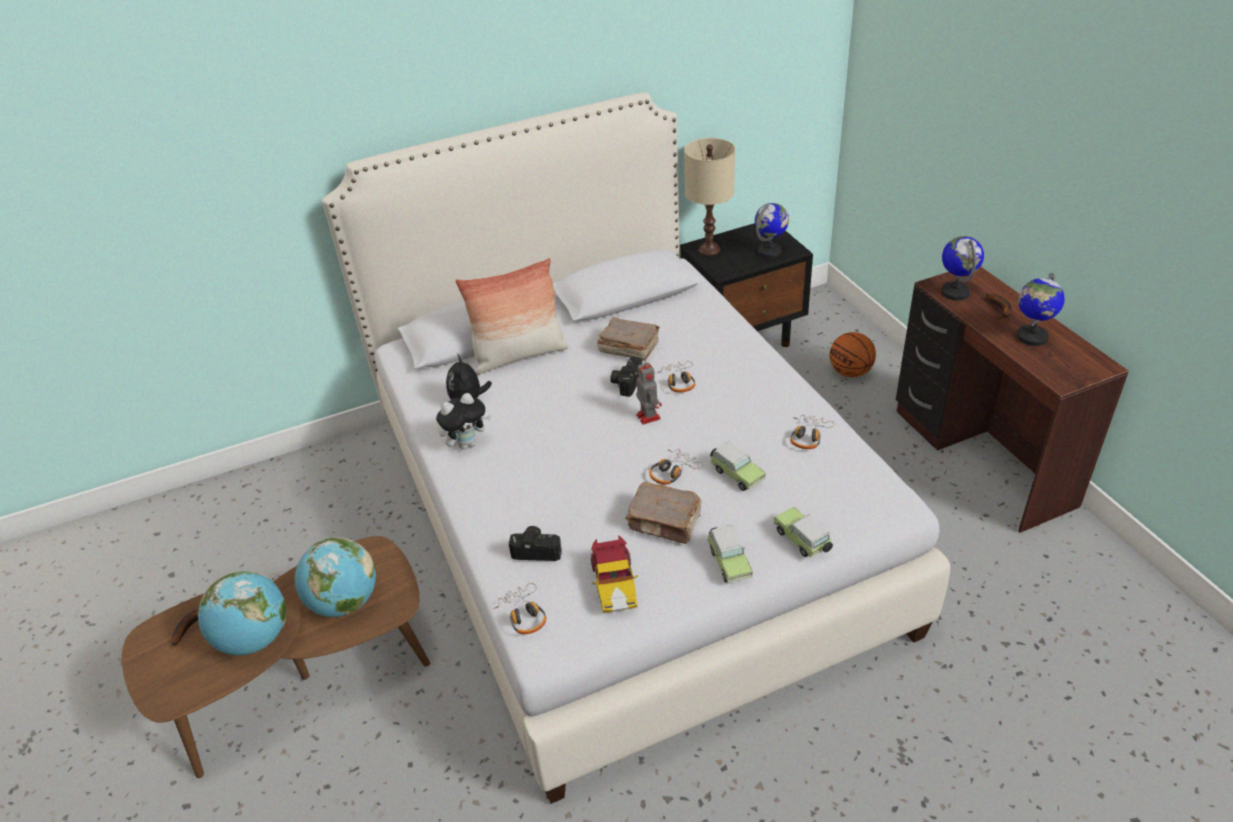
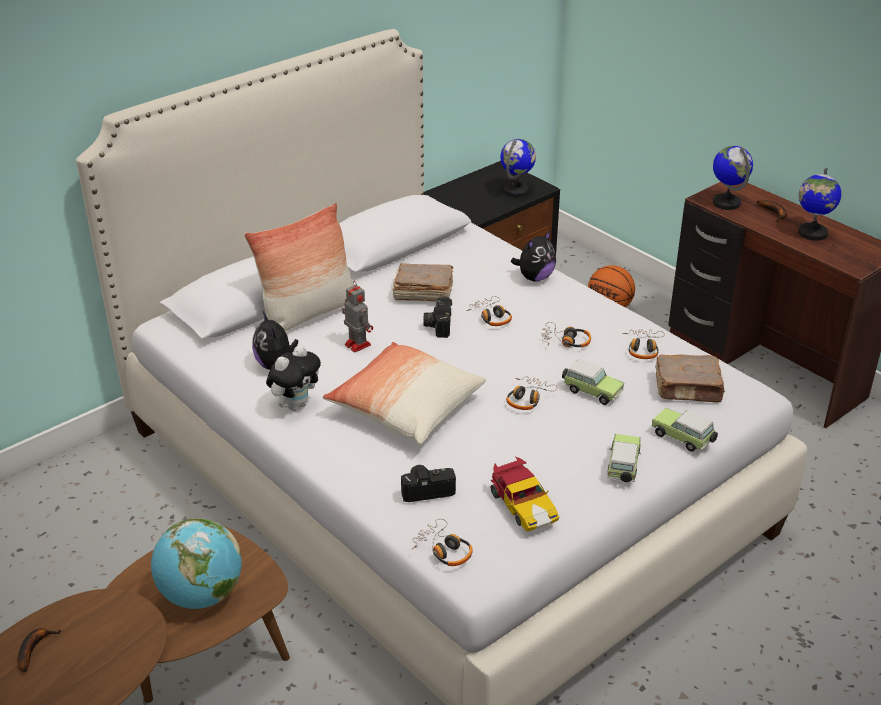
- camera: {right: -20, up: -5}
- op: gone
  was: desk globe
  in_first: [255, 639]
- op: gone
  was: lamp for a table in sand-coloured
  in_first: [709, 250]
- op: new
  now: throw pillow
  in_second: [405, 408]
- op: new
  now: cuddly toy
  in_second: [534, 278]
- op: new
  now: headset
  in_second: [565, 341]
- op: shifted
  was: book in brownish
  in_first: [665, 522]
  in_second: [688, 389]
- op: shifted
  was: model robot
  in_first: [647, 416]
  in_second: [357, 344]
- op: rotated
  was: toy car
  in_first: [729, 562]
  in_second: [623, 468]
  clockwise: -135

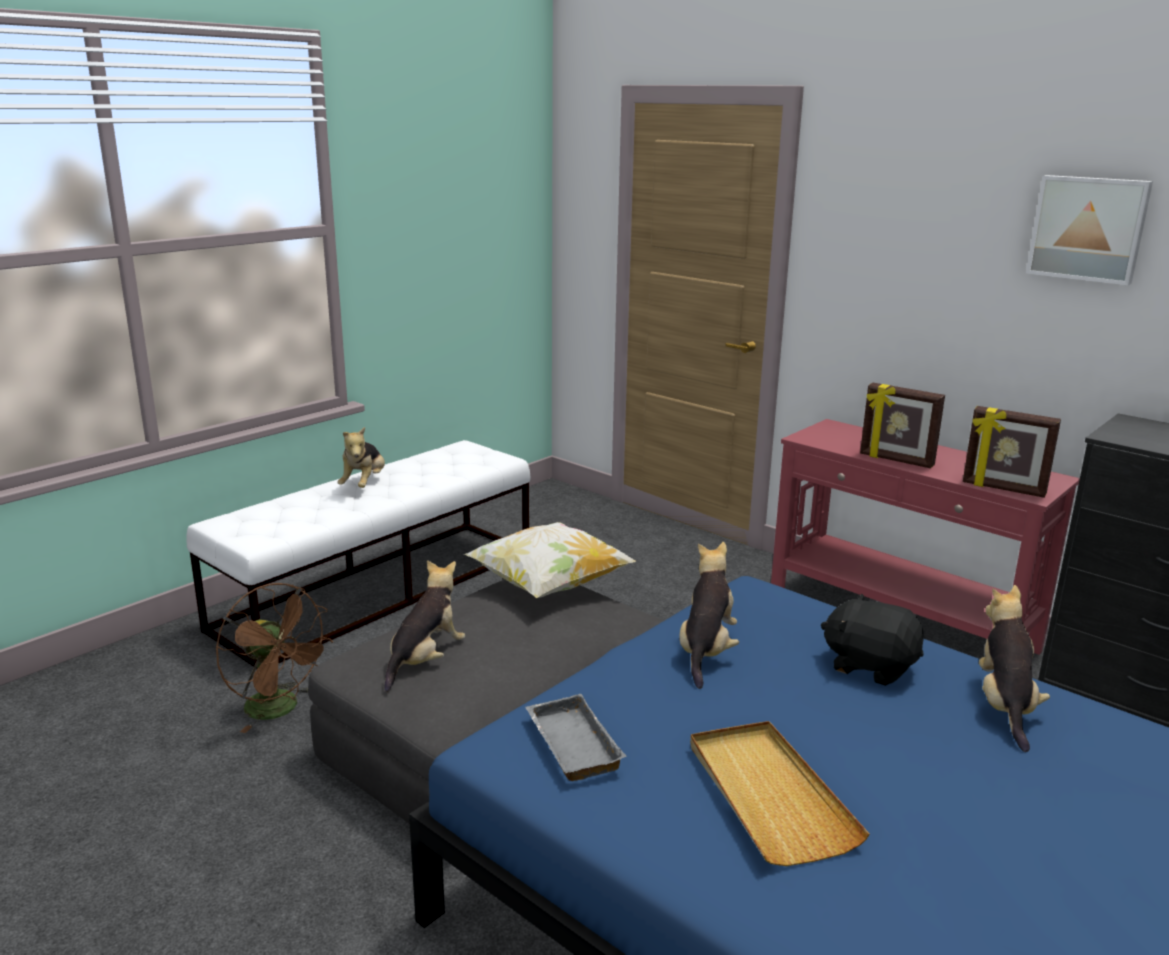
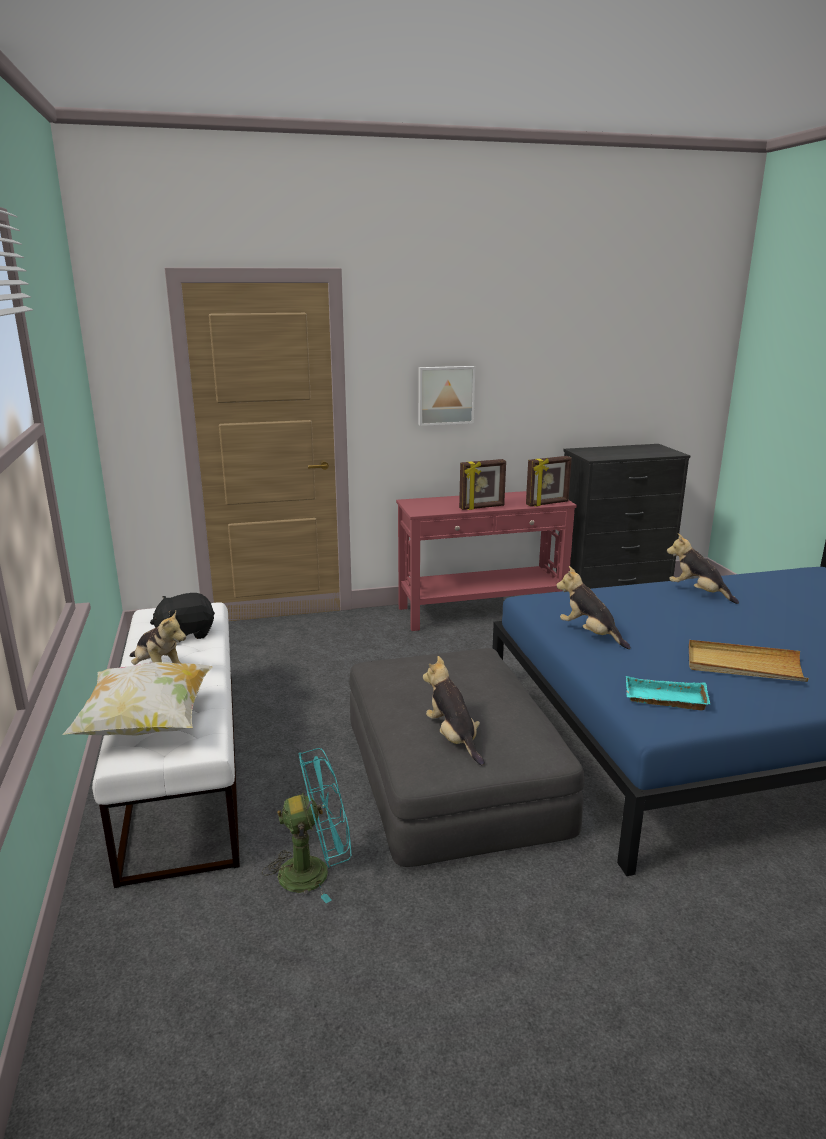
- camera: {right: -55, up: 0}
- op: shifted
  was: throw pillow
  in_first: [549, 586]
  in_second: [146, 724]
- op: shifted
  was: cuddly toy in blackish
  in_first: [870, 665]
  in_second: [186, 633]
- op: shifted
  was: wall picture
  in_first: [1088, 228]
  in_second: [445, 395]
- op: repainted
  was: cooling fan in brownish
  now: cooling fan in turquoise
  in_first: [280, 710]
  in_second: [315, 871]
- op: repainted
  was: tray in gray
  now: tray in turquoise
  in_first: [569, 744]
  in_second: [664, 700]

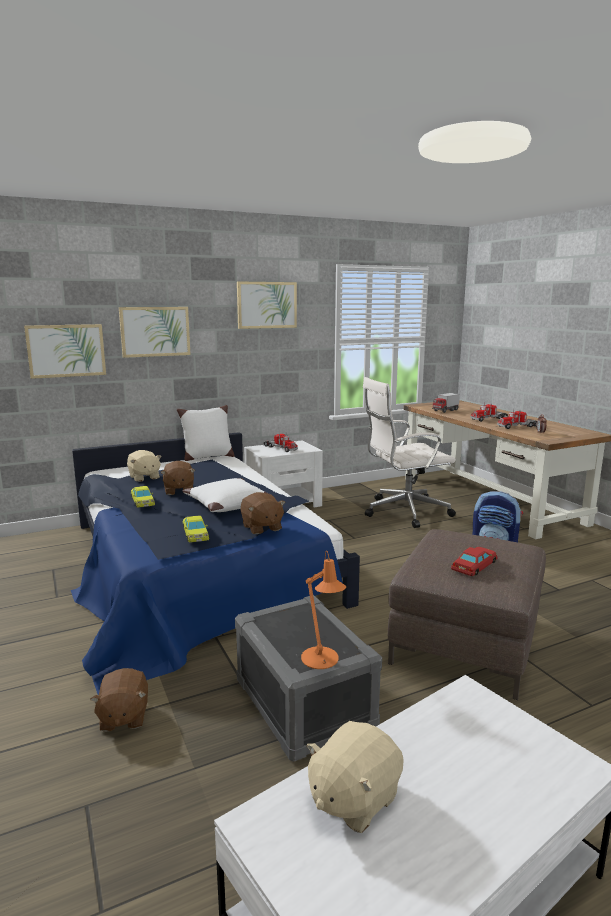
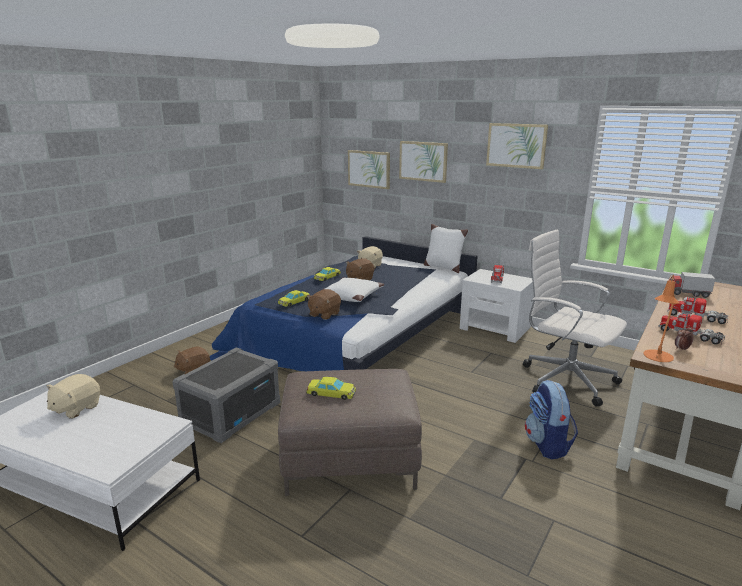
- camera: {right: 60, up: 5}
- op: shifted
  was: lamp for a table in orangey
  in_first: [322, 661]
  in_second: [657, 357]
- op: repainted
  was: toy car in reddish
  now: toy car in yellowish
  in_first: [474, 565]
  in_second: [331, 393]
- op: rotated
  was: cuddly toy in sand-coloured
  in_first: [353, 798]
  in_second: [76, 408]
  clockwise: -75

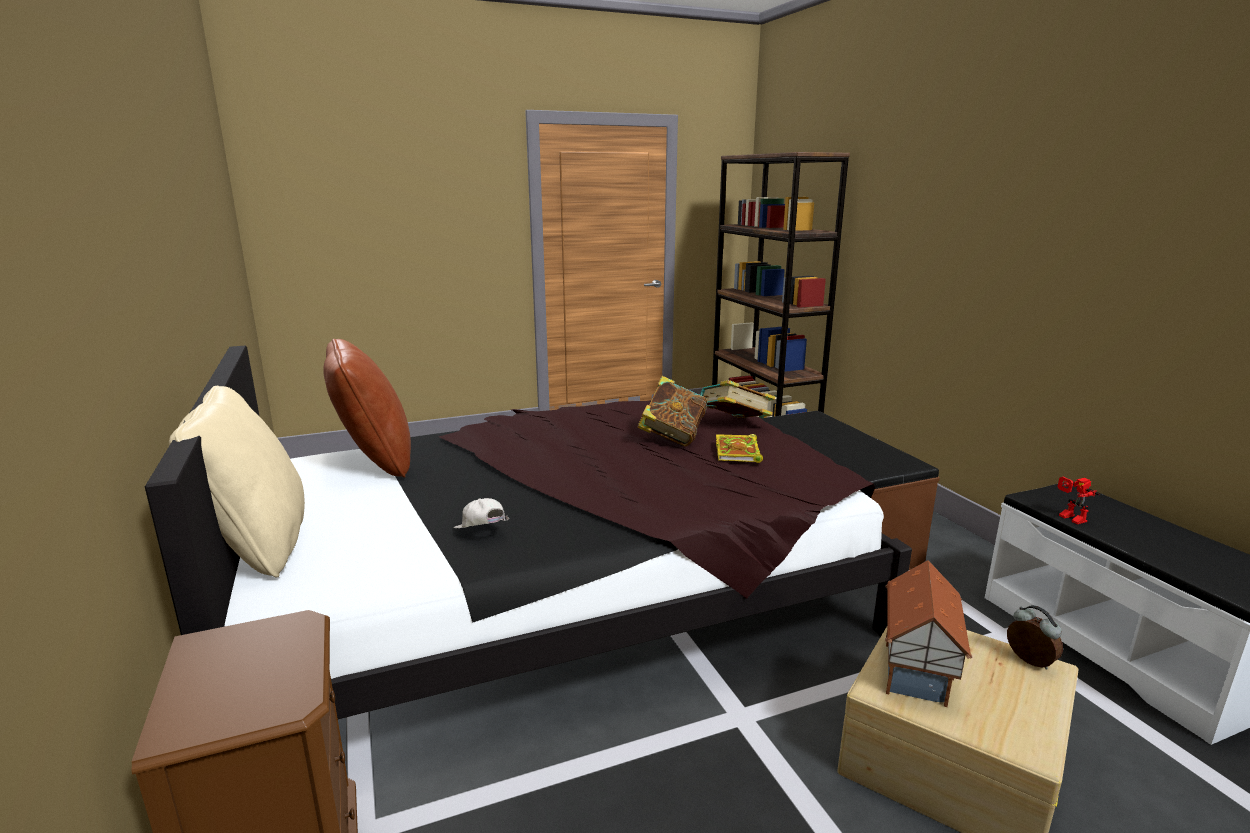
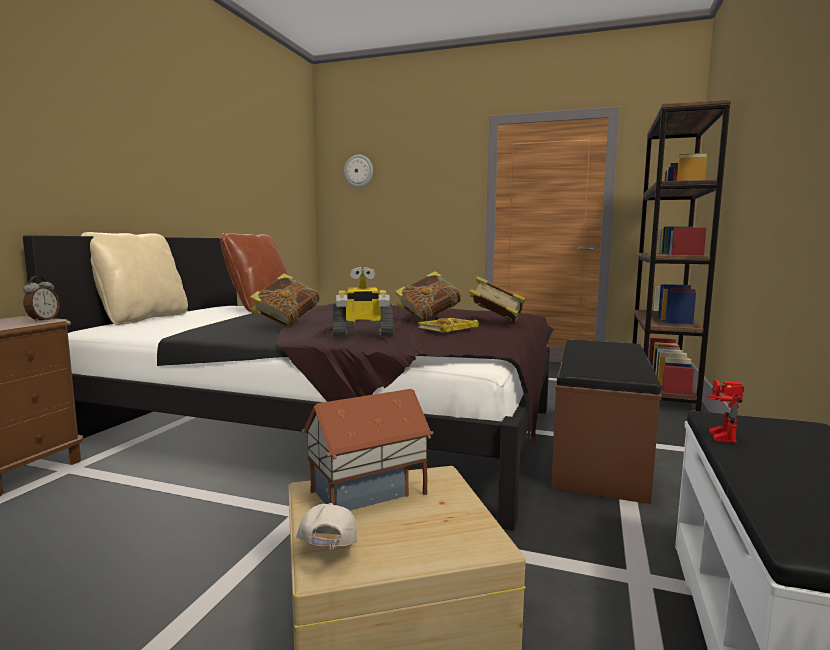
- camera: {right: 40, up: -10}
- op: new
  now: book
  in_second: [286, 323]
- op: new
  now: model robot
  in_second: [362, 334]
- op: new
  now: wall clock
  in_second: [358, 171]
- op: shifted
  was: baseball cap in white-coloured
  in_first: [482, 534]
  in_second: [327, 555]
- op: shifted
  was: alarm clock
  in_first: [1028, 662]
  in_second: [42, 320]

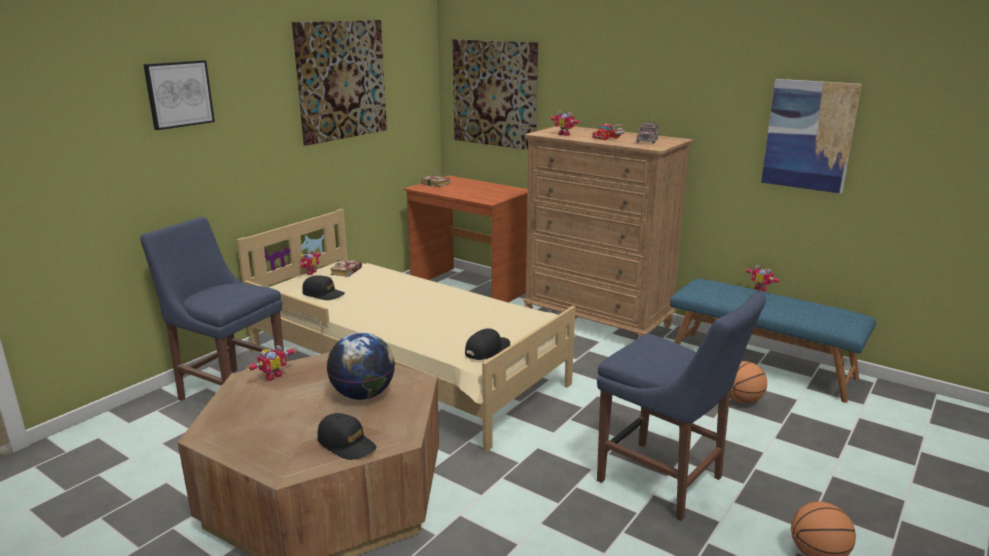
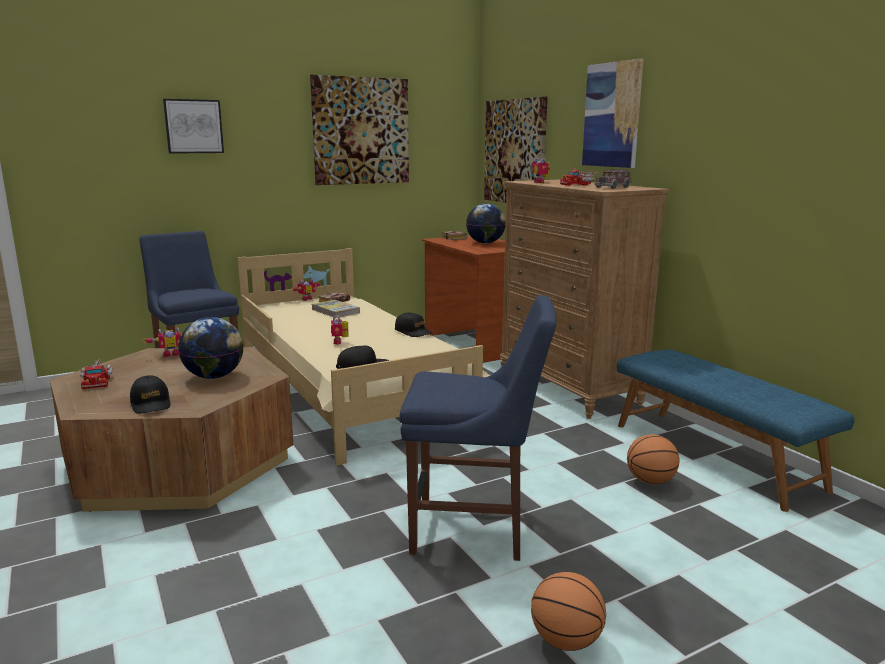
- camera: {right: 25, up: -5}
- op: new
  now: toy truck
  in_second: [97, 381]
- op: new
  now: book
  in_second: [335, 311]
- op: new
  now: desk globe
  in_second: [485, 243]
- op: shifted
  was: baseball cap in blackish
  in_first: [323, 294]
  in_second: [413, 332]
- op: shifted
  was: model robot
  in_first: [762, 289]
  in_second: [340, 342]
- op: shifted
  was: wall picture
  in_first: [809, 135]
  in_second: [612, 115]
- op: rotated
  was: chair in blue-coloured
  in_first: [665, 482]
  in_second: [475, 529]
  clockwise: -60

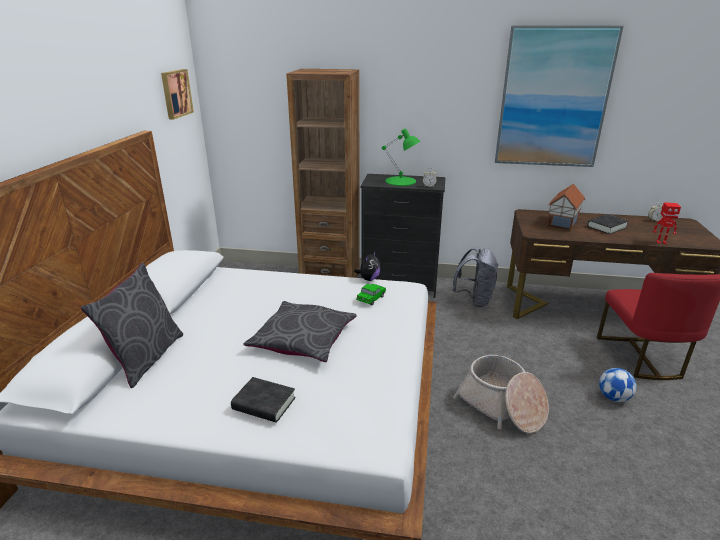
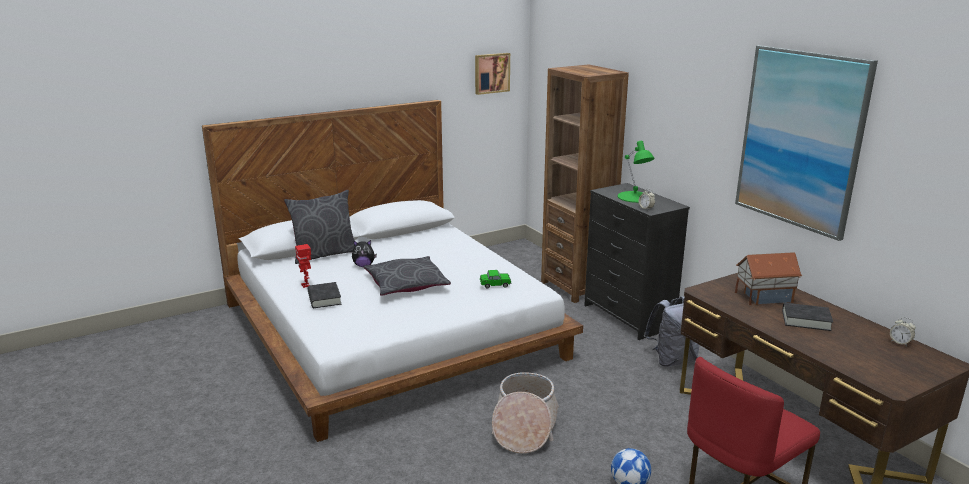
- camera: {right: 50, up: -5}
- op: shifted
  was: cuddly toy
  in_first: [368, 279]
  in_second: [364, 265]
- op: shifted
  was: model robot
  in_first: [661, 242]
  in_second: [306, 285]

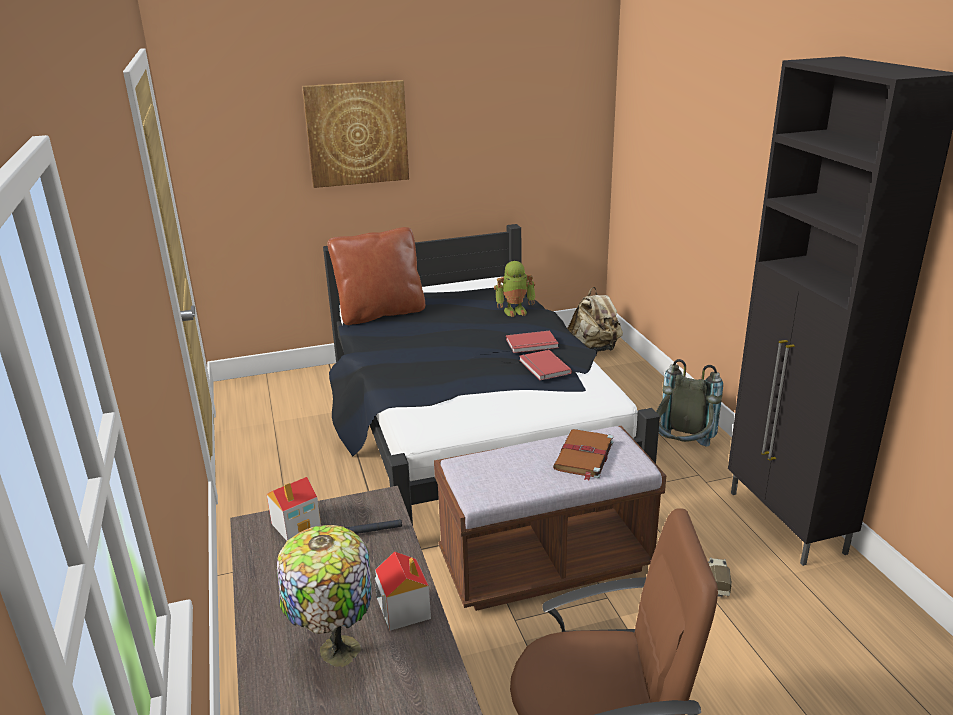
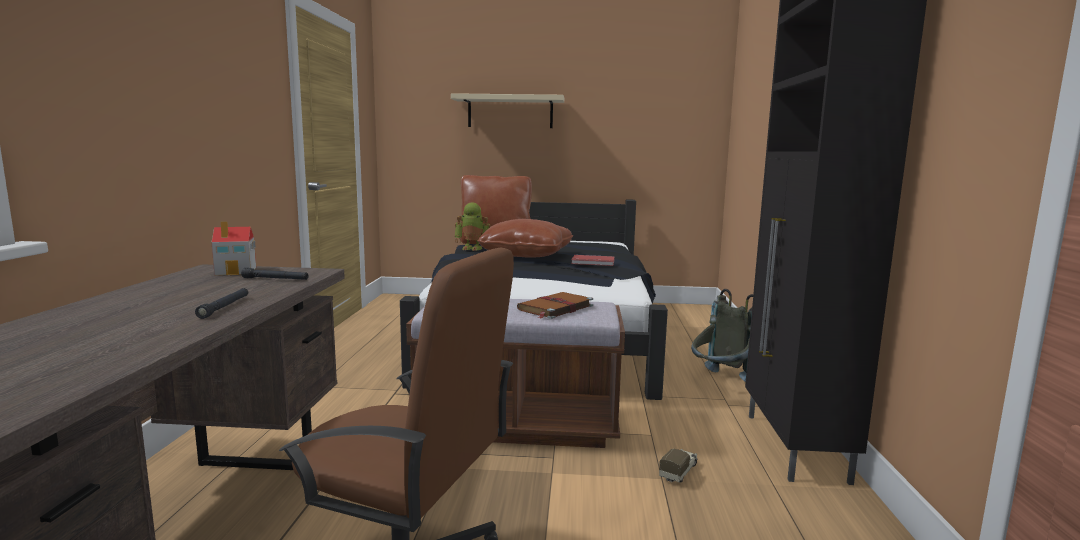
- camera: {right: 20, up: -15}
- op: gone
  was: lamp for a table
  in_first: [336, 650]
- op: gone
  was: book in reddish
  in_first: [543, 367]
- op: gone
  was: backpack in sand-coloured
  in_first: [593, 349]
- op: new
  now: throw pillow in brownish
  in_second: [526, 255]
- op: shifted
  was: model robot
  in_first: [515, 311]
  in_second: [472, 248]
- op: swapped
  was: wall picture
  now: wall shelf in sand-coloured
  in_first: [357, 133]
  in_second: [510, 112]
- op: swapped
  was: model house
  now: hand torch in blackish
  in_first: [404, 609]
  in_second: [225, 307]

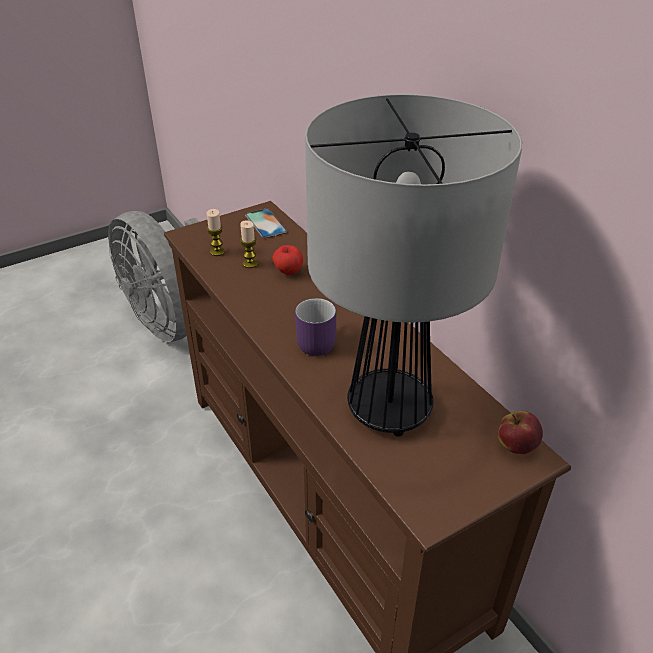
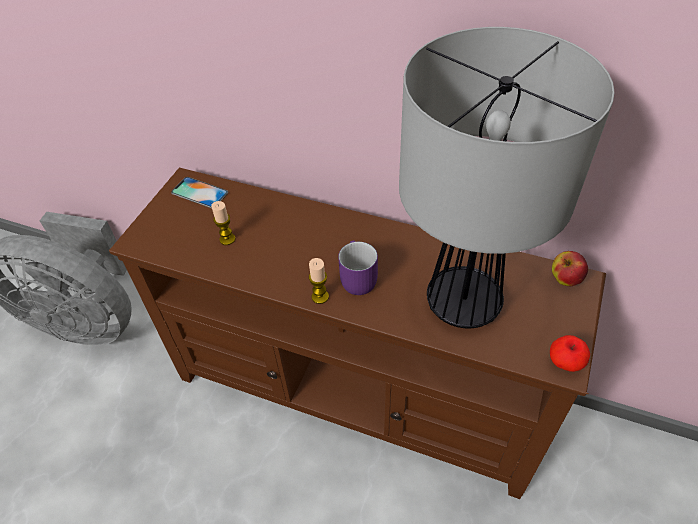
- camera: {right: -35, up: 10}
- op: shifted
  was: wax light
  in_first: [217, 252]
  in_second: [320, 297]
- op: shifted
  was: apple fruit
  in_first: [288, 271]
  in_second: [564, 363]

